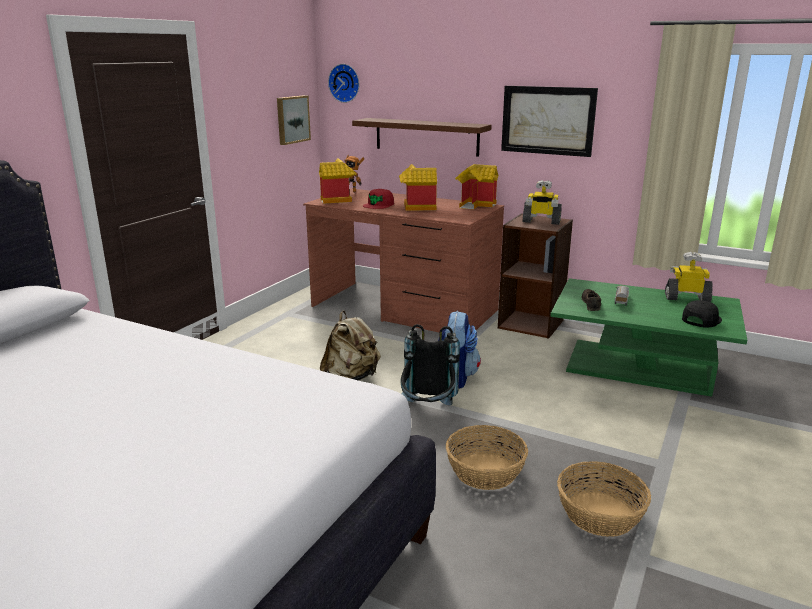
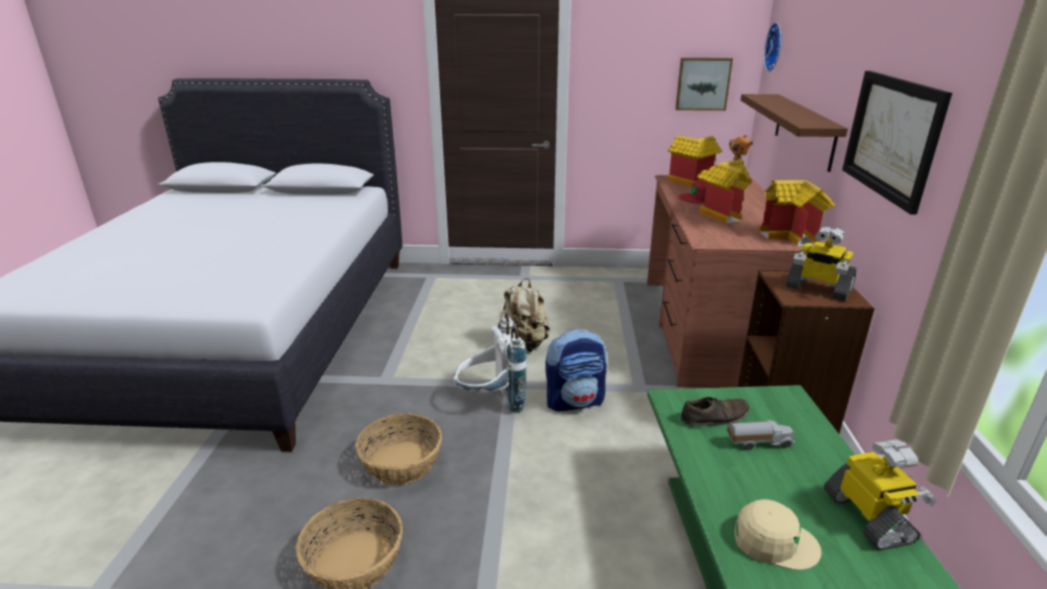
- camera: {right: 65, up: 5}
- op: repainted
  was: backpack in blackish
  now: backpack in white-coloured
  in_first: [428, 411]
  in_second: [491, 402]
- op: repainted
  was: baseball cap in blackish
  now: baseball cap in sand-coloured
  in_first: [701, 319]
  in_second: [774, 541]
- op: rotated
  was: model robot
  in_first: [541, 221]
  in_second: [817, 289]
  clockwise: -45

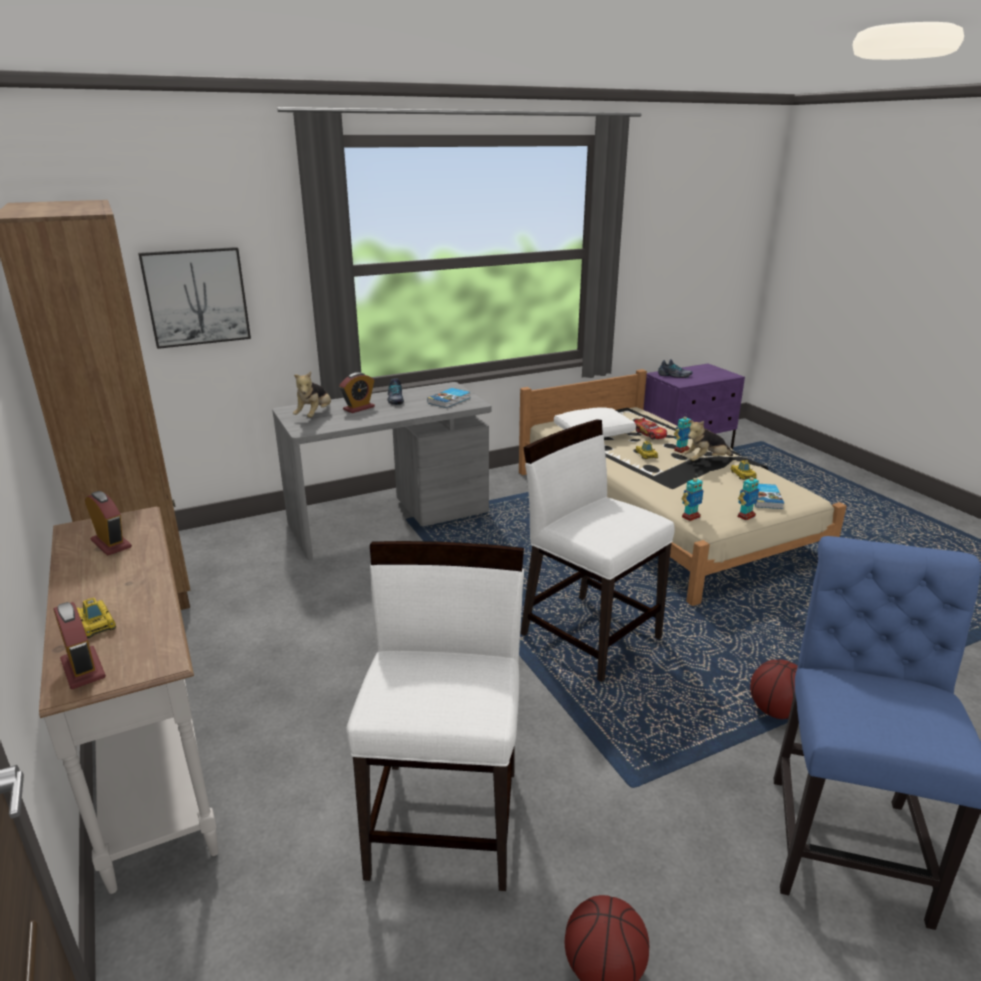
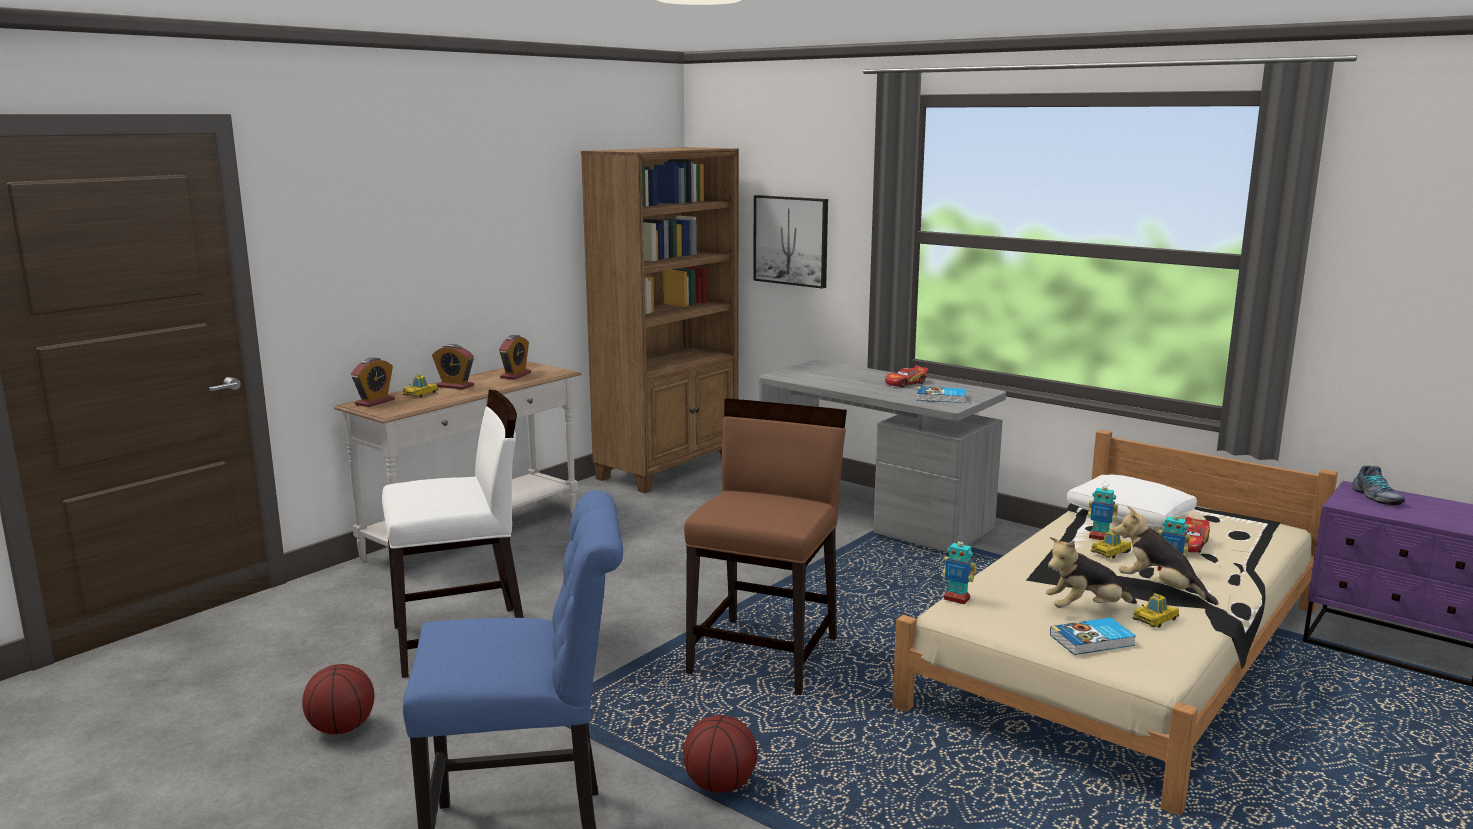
- camera: {right: 65, up: -10}
- op: shifted
  was: cuddly toy
  in_first: [315, 415]
  in_second: [1085, 609]
- op: shifted
  was: alarm clock
  in_first: [359, 408]
  in_second: [455, 386]
- op: shifted
  was: model robot
  in_first: [745, 516]
  in_second: [1100, 537]
- op: swapped
  was: shoe
  now: toy car
  in_first: [395, 399]
  in_second: [905, 383]
- op: repainted
  was: chair in white-coloured
  now: chair in brownish
  in_first: [590, 635]
  in_second: [765, 655]

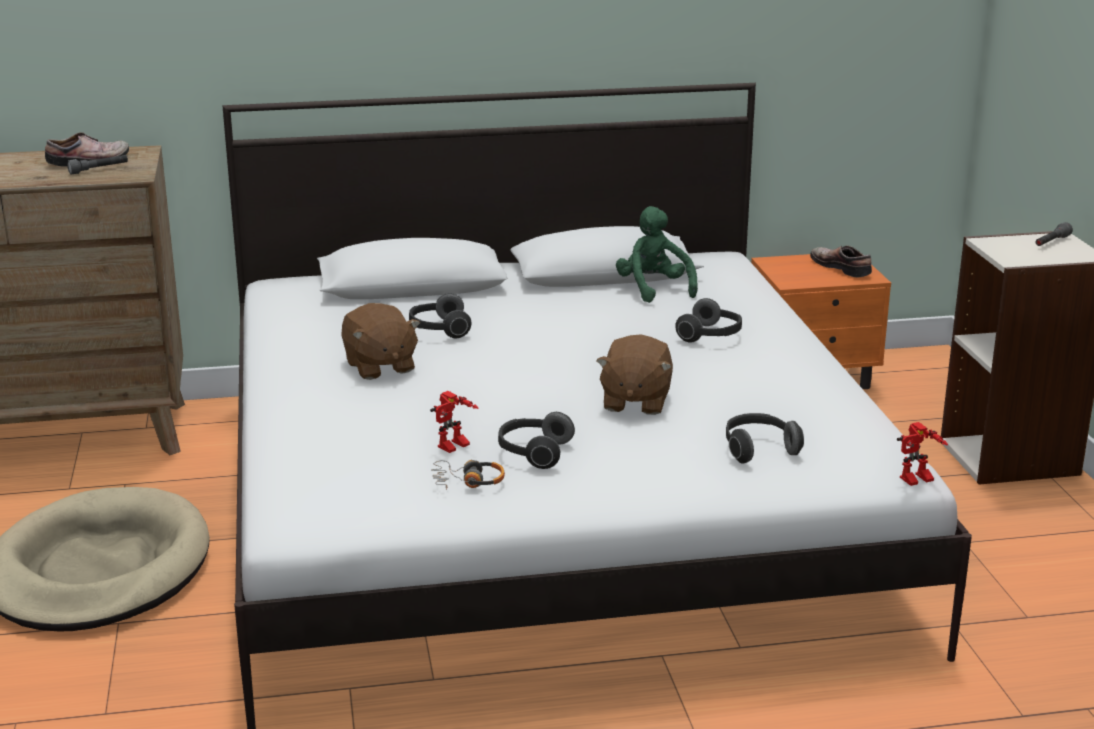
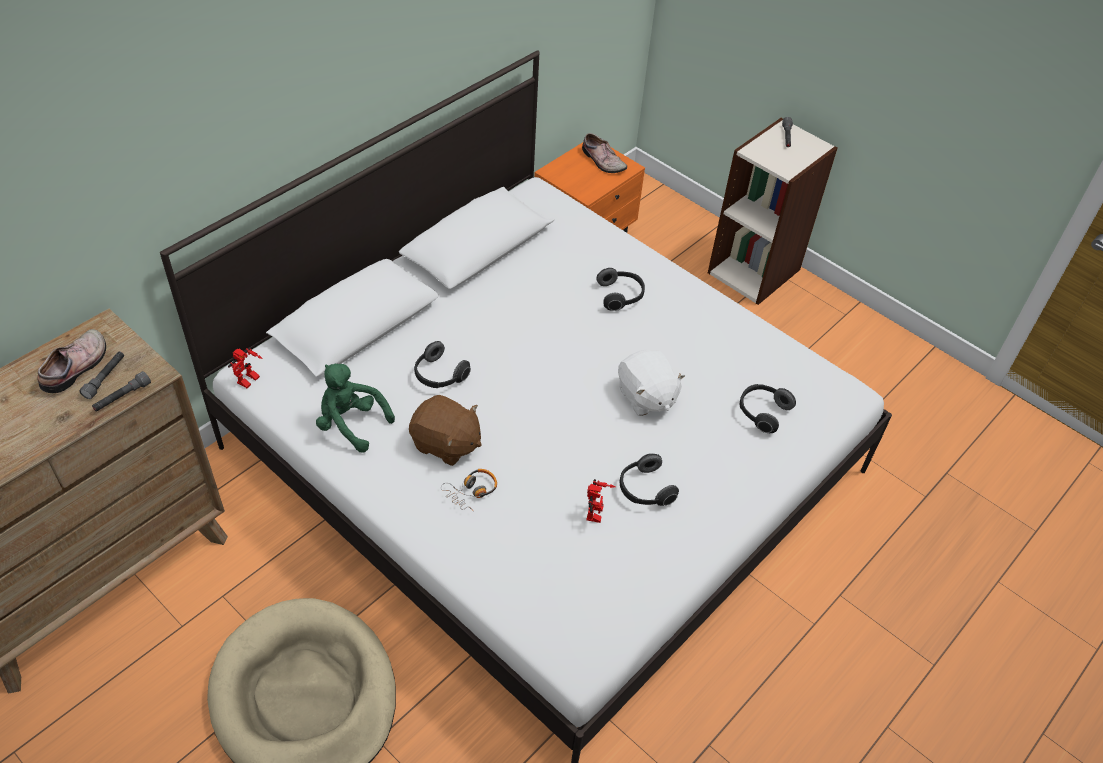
- camera: {right: -40, up: 25}
- op: new
  now: hand torch in gray
  in_second: [122, 397]
- op: shifted
  was: headset
  in_first: [468, 482]
  in_second: [472, 492]
- op: shifted
  was: cuddly toy in greenish
  in_first: [654, 289]
  in_second: [351, 424]
- op: shifted
  was: model robot
  in_first: [917, 481]
  in_second: [249, 382]
- op: repainted
  was: cuddly toy in brownish
  now: cuddly toy in white-coloured
  in_first: [635, 401]
  in_second: [646, 397]
- op: rotated
  was: shoe
  in_first: [842, 267]
  in_second: [602, 161]
  clockwise: -150

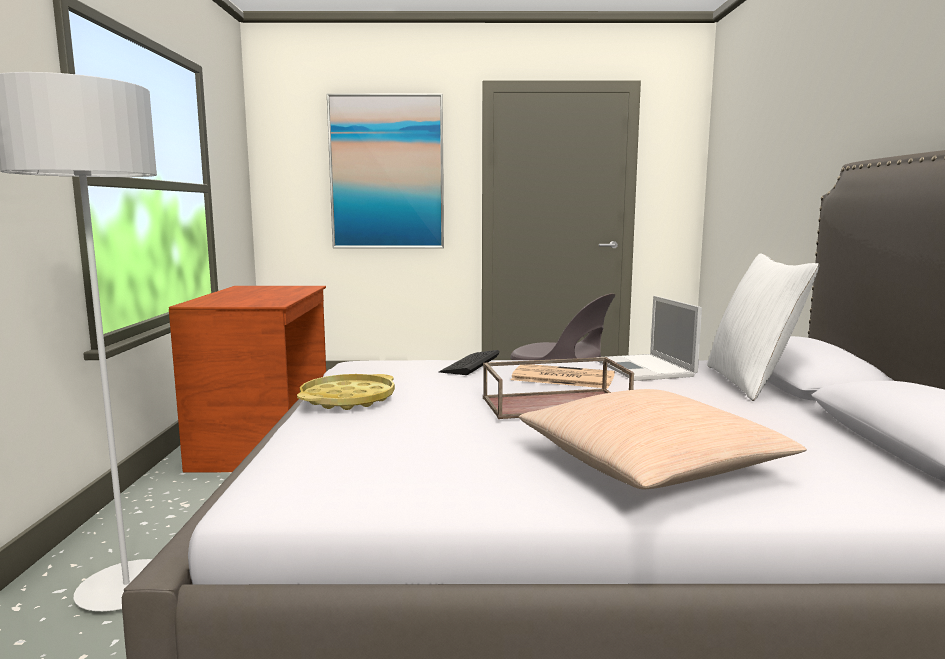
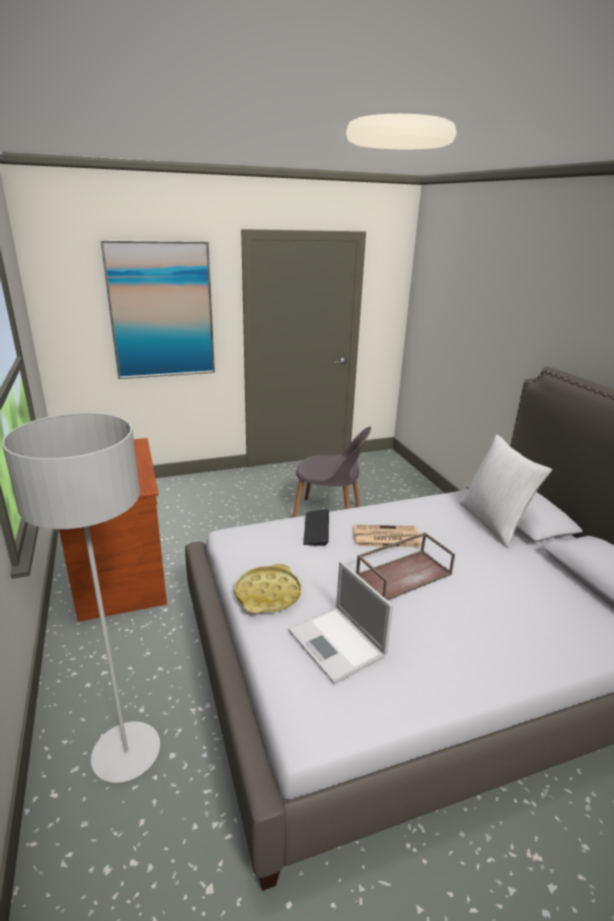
- camera: {right: -20, up: 15}
- op: gone
  was: throw pillow in sand-coloured
  in_first: [651, 465]
- op: shifted
  was: notebook computer
  in_first: [645, 369]
  in_second: [338, 644]

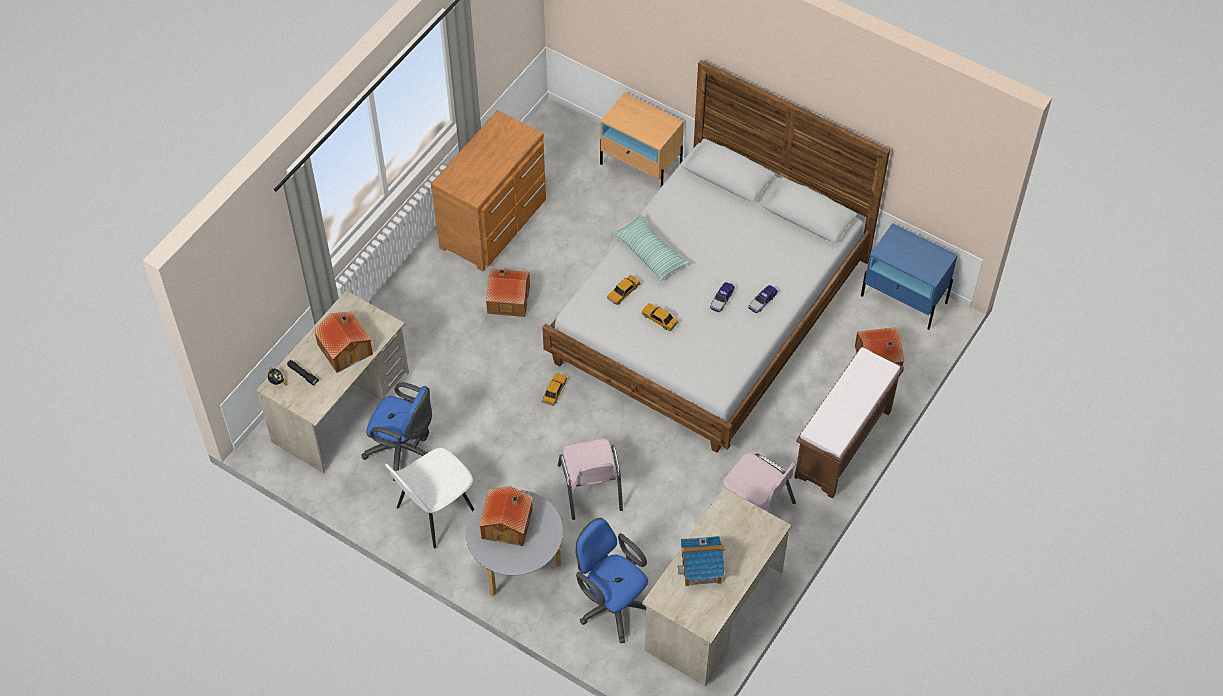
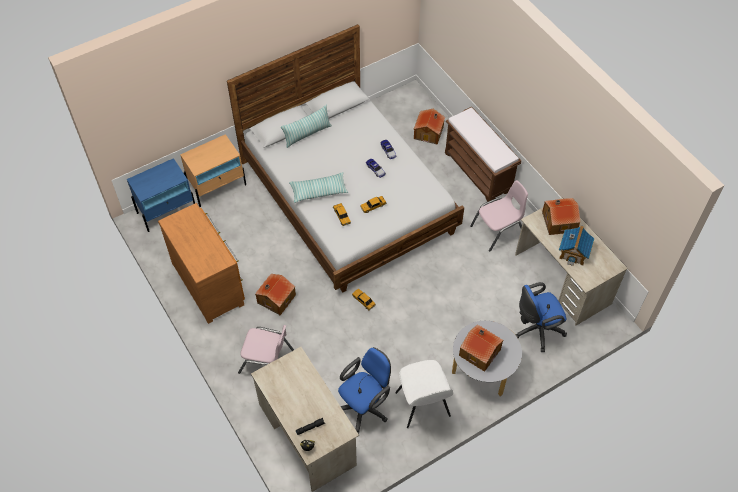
- camera: {right: -65, up: 0}
- op: new
  now: throw pillow
  in_second: [307, 134]
- op: shifted
  was: model house
  in_first: [345, 348]
  in_second: [558, 221]
- op: shifted
  was: chair in pinkish
  in_first: [590, 488]
  in_second: [266, 361]
- op: shifted
  was: nightstand in blue-coloured
  in_first: [904, 299]
  in_second: [167, 211]

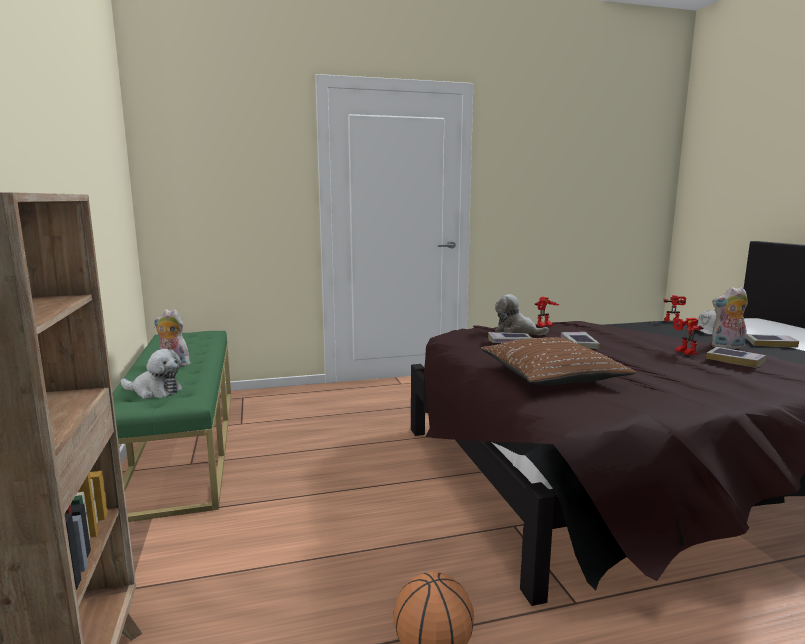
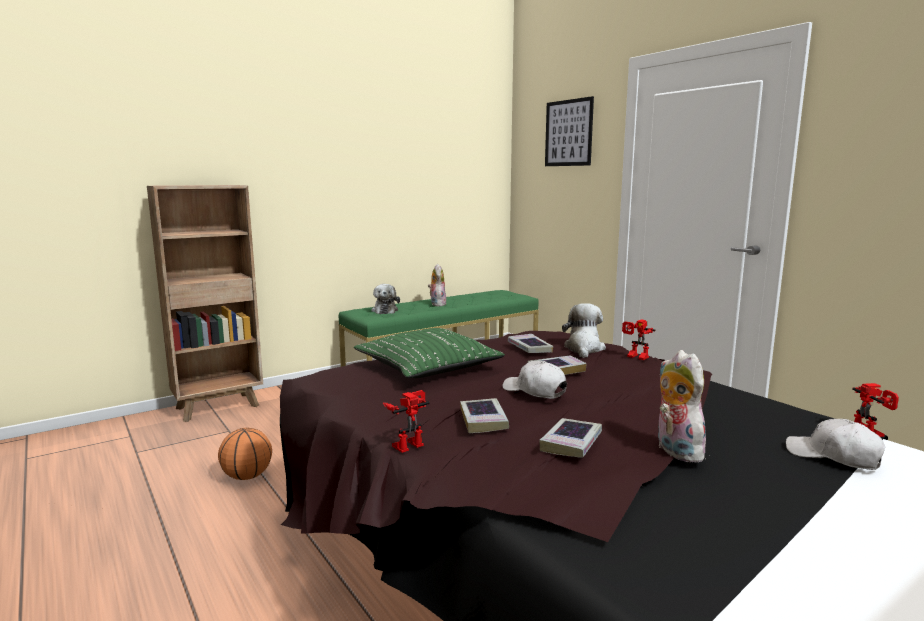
- camera: {right: 70, up: 0}
- op: new
  now: baseball cap in white-coloured
  in_second: [534, 391]
- op: new
  now: wall picture
  in_second: [568, 133]
- op: shifted
  was: model robot
  in_first: [682, 352]
  in_second: [407, 443]
- op: shifted
  was: book
  in_first: [770, 344]
  in_second: [483, 420]
- op: repainted
  was: throw pillow in brownish
  now: throw pillow in greenish
  in_first: [551, 375]
  in_second: [428, 367]

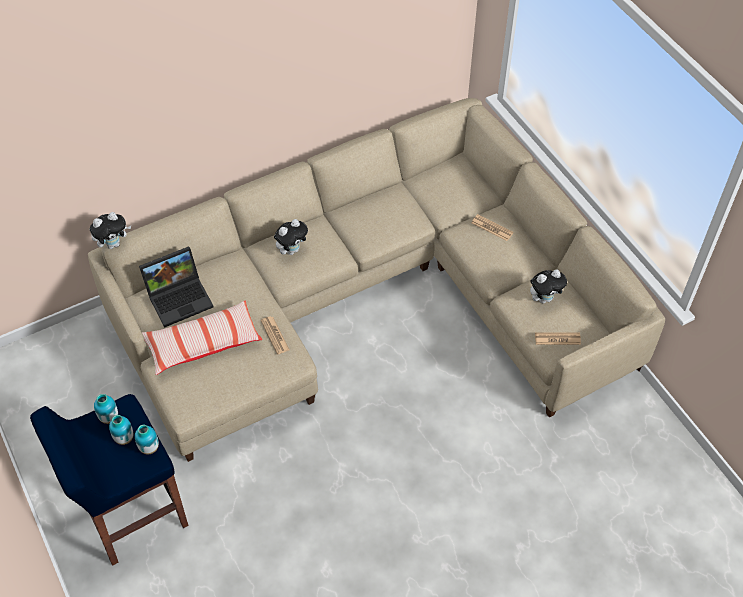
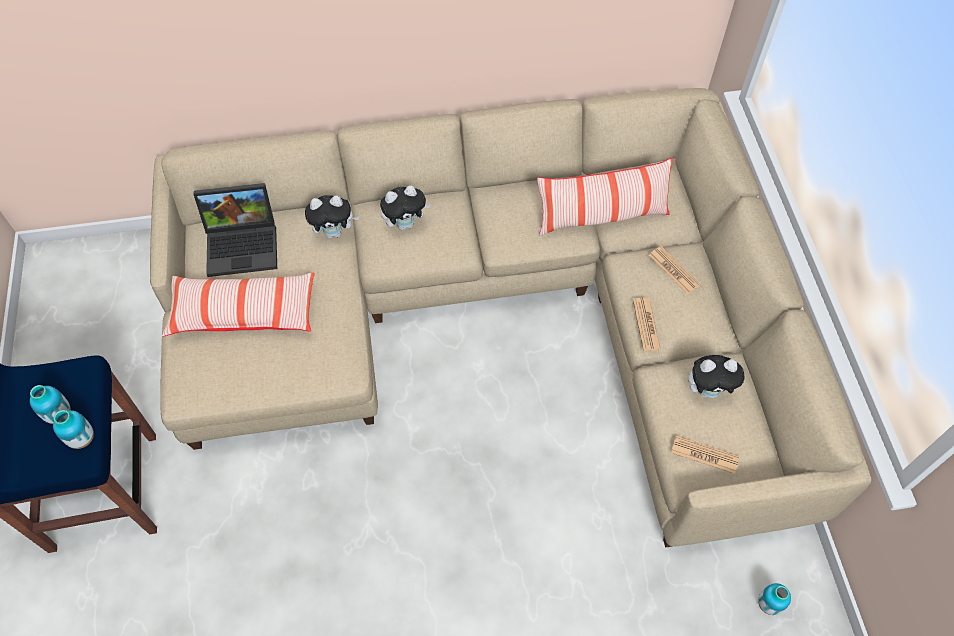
- camera: {right: 20, up: 5}
- op: new
  now: throw pillow
  in_second: [601, 217]
- op: shifted
  was: cuddly toy
  in_first: [113, 244]
  in_second: [334, 232]
- op: shifted
  was: flower vase
  in_first: [109, 417]
  in_second: [768, 604]
- op: shifted
  was: daily paper
  in_first: [275, 335]
  in_second: [646, 324]

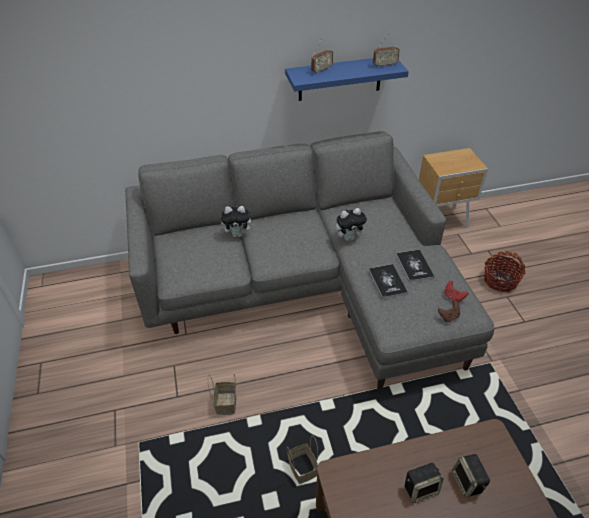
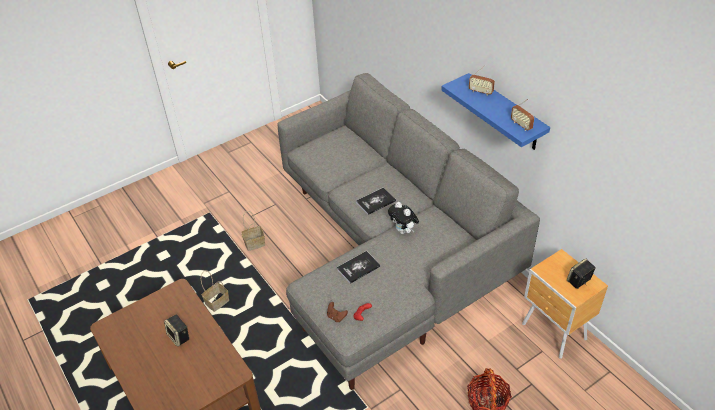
- camera: {right: 70, up: 0}
- op: gone
  was: cuddly toy
  in_first: [238, 234]
- op: shifted
  was: book
  in_first: [414, 266]
  in_second: [376, 202]
- op: shifted
  was: audio speaker
  in_first: [467, 482]
  in_second: [579, 281]

